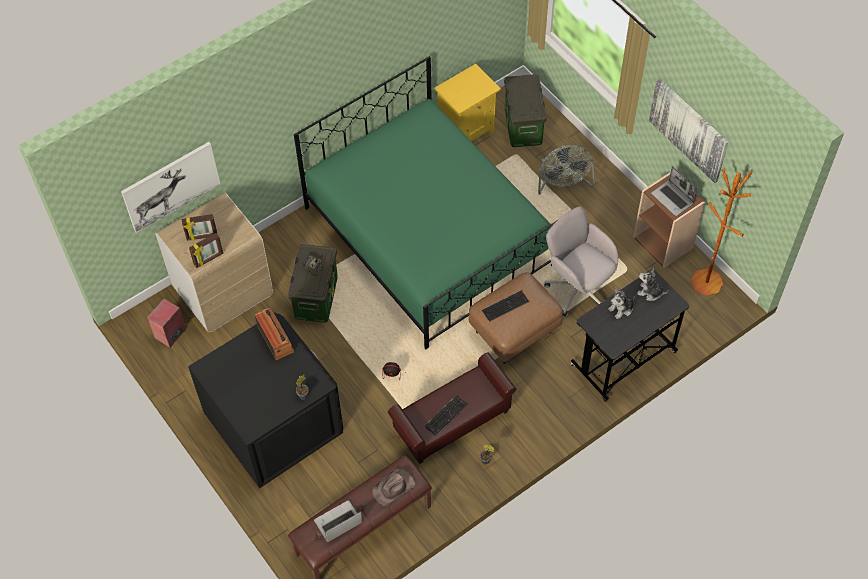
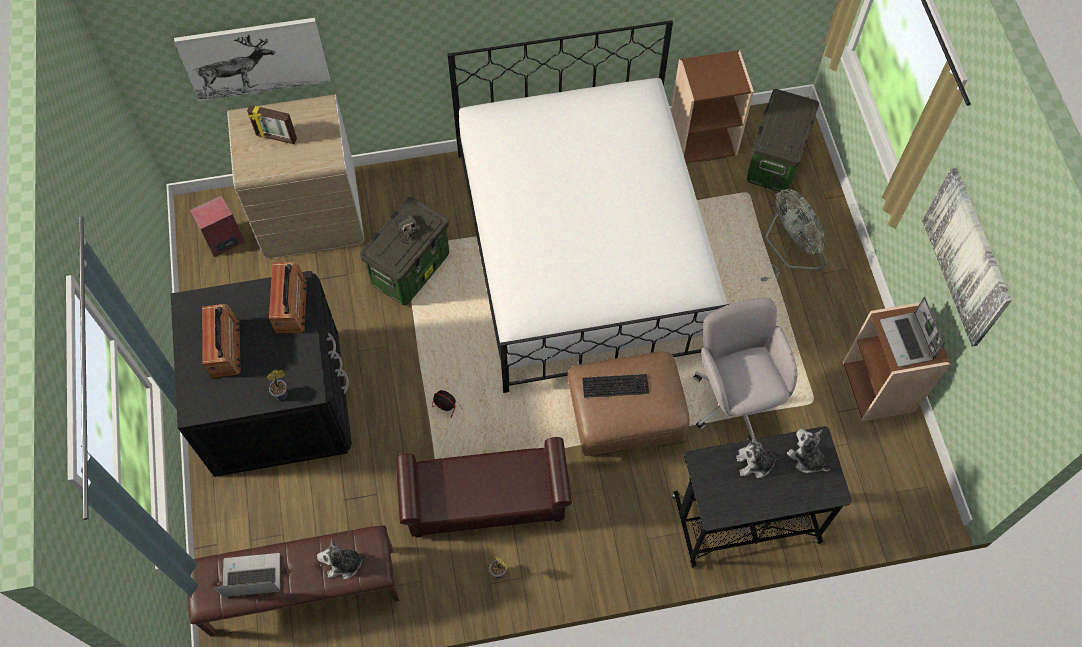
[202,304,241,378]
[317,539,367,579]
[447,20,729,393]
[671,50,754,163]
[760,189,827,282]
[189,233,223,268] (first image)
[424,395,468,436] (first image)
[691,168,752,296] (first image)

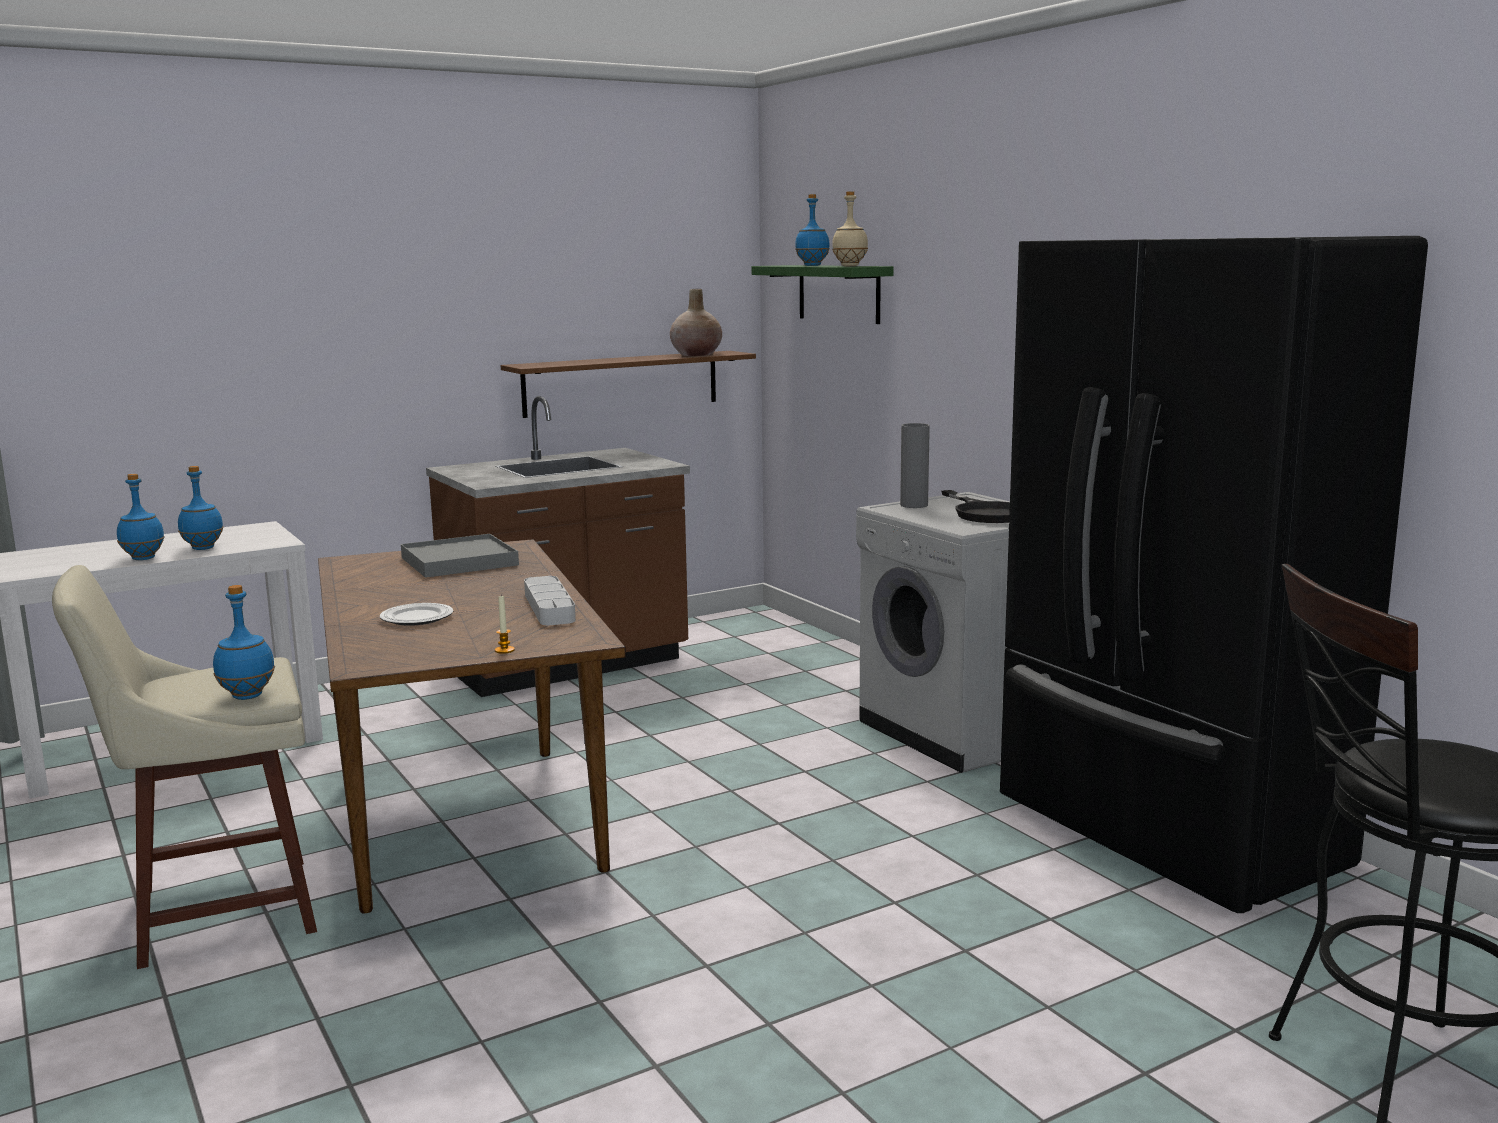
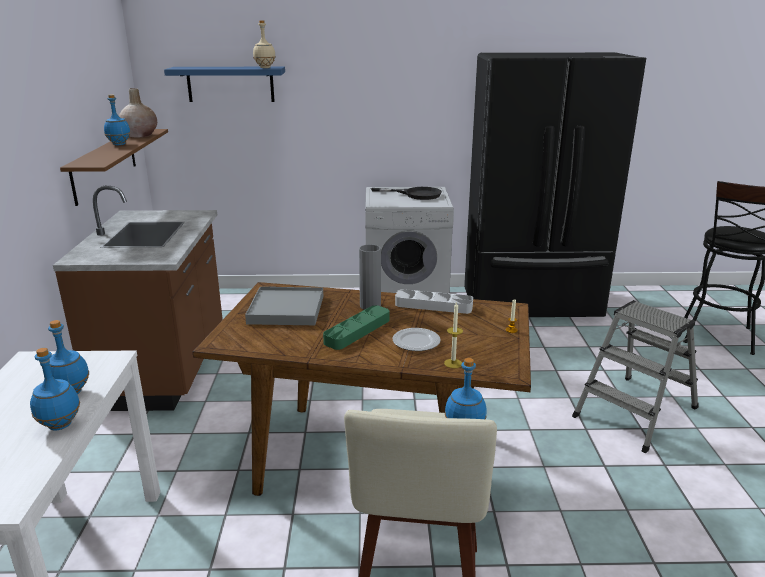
[104,95,130,145]
[164,67,285,102]
[323,305,389,350]
[359,244,381,310]
[444,301,463,368]
[572,300,699,453]

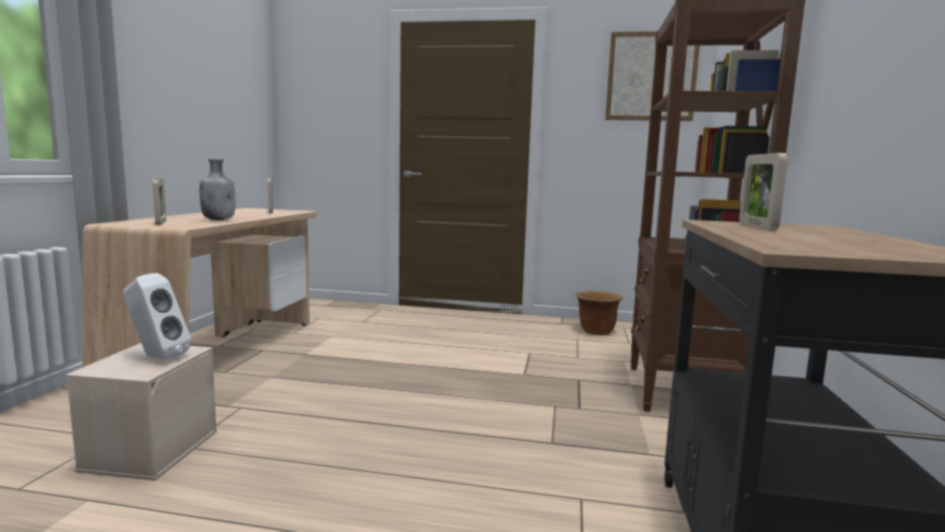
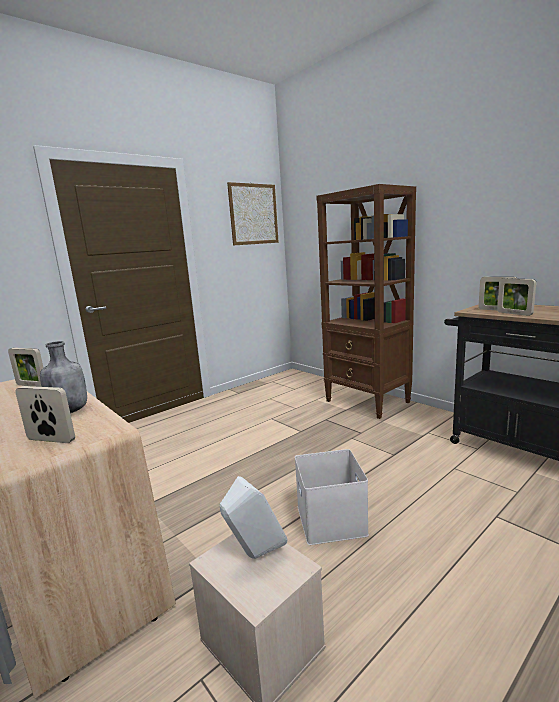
[295,449,369,545]
[497,278,536,316]
[576,291,623,335] (first image)

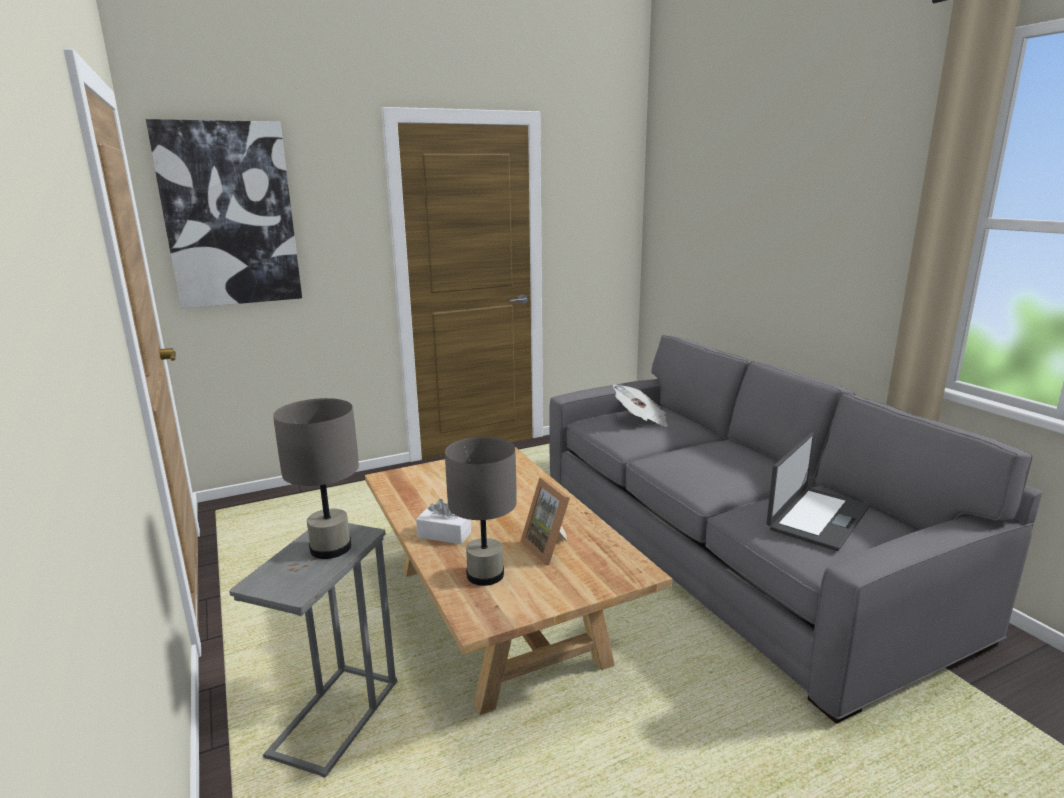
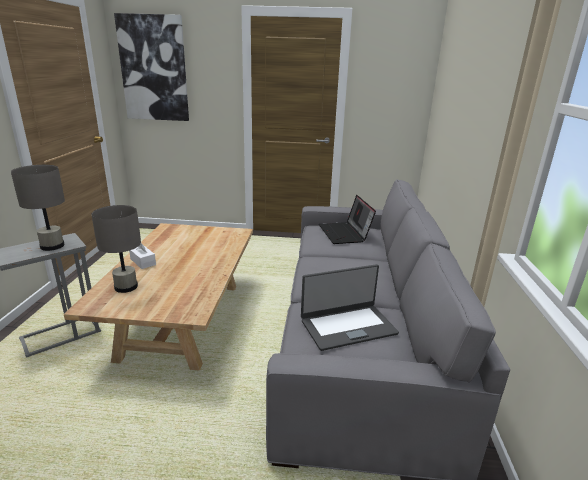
[319,195,376,244]
[521,477,570,565] (first image)

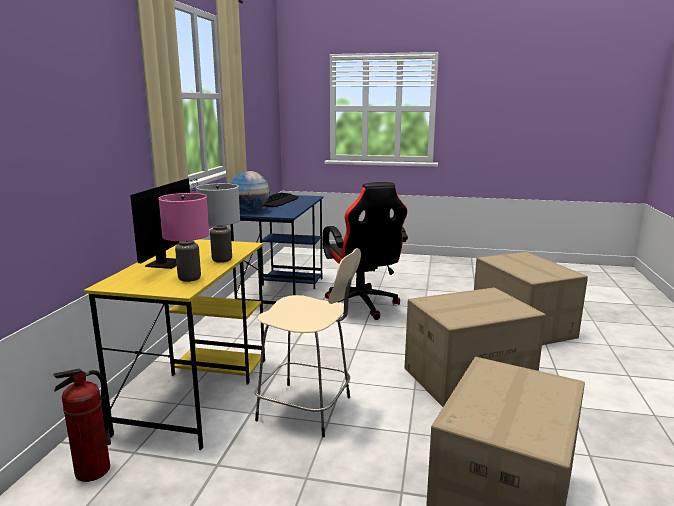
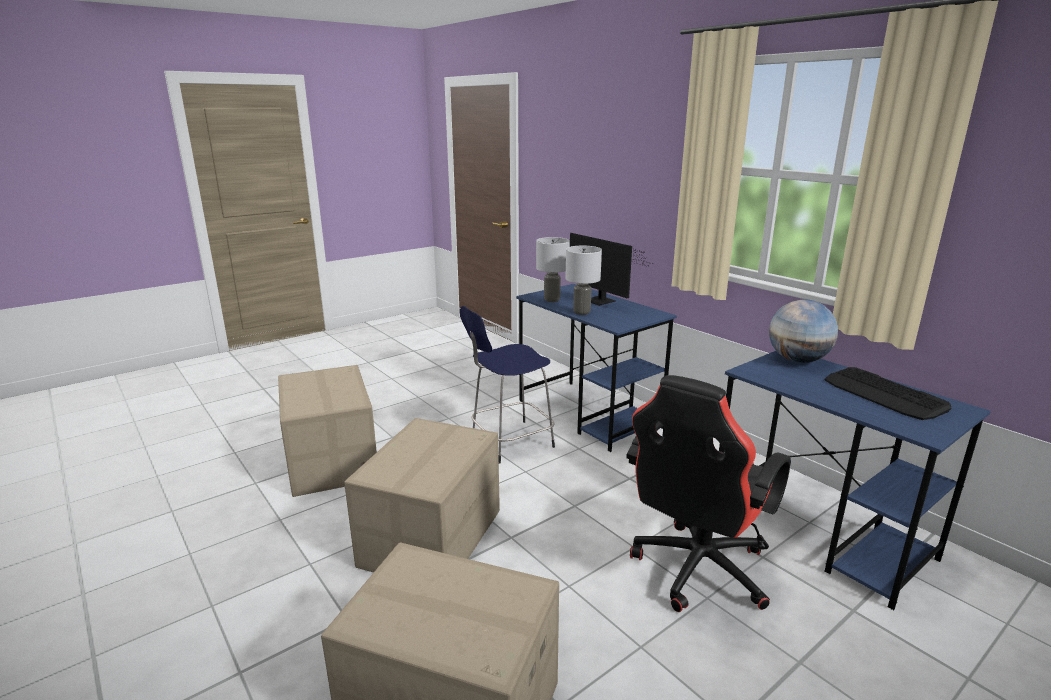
[460,306,555,464]
[516,284,677,452]
[536,237,570,302]
[626,375,791,612]
[53,369,111,482] (first image)

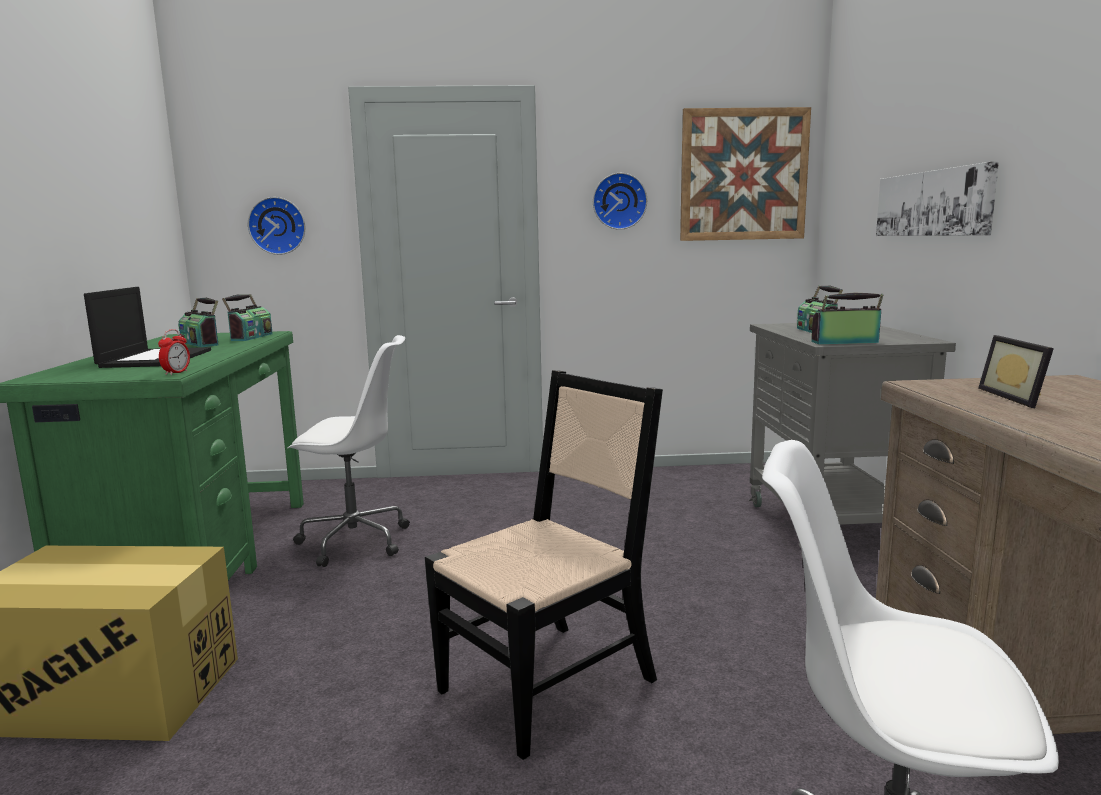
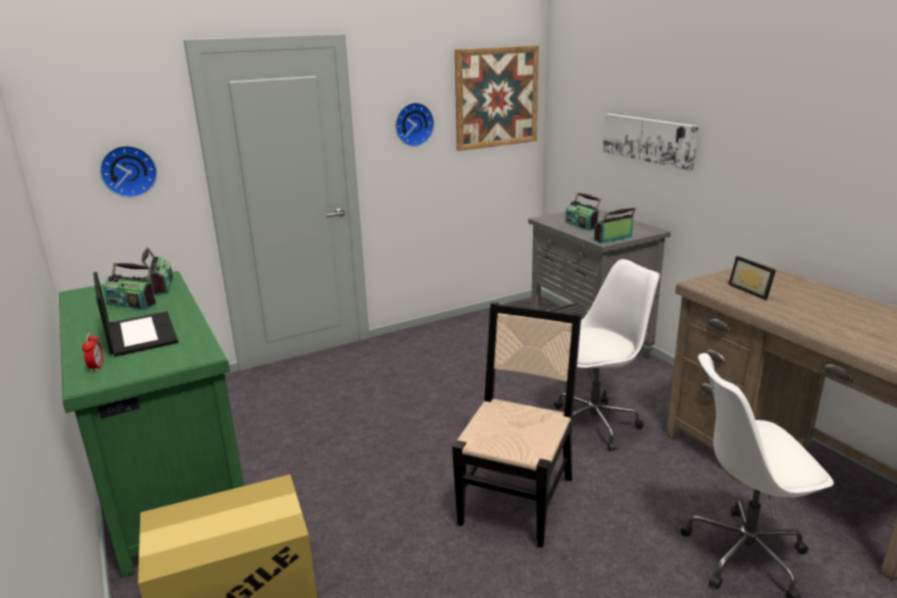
[82,333,103,372]
[554,259,660,451]

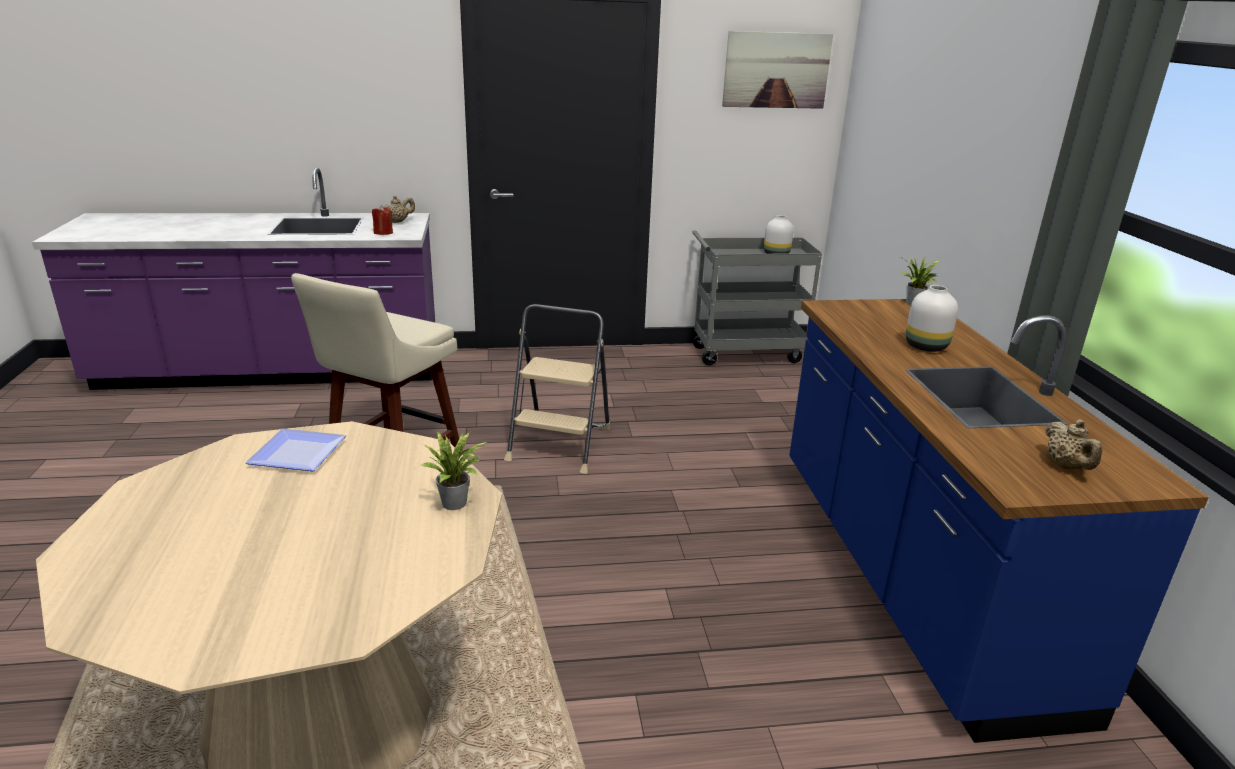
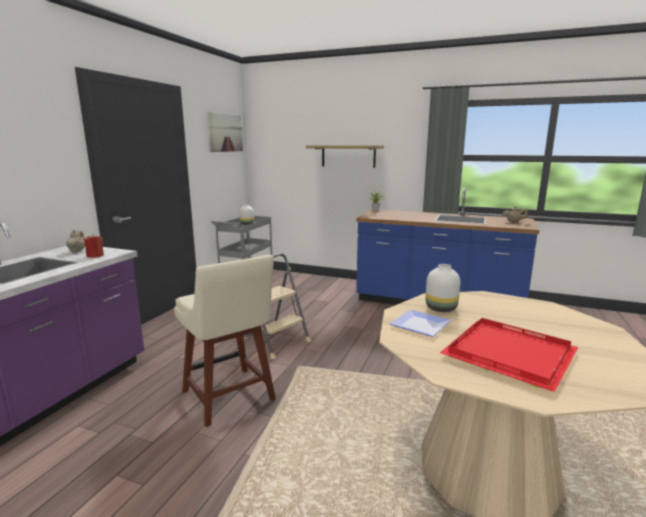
[306,145,384,168]
[426,264,460,312]
[440,318,578,392]
[422,432,487,510] (first image)

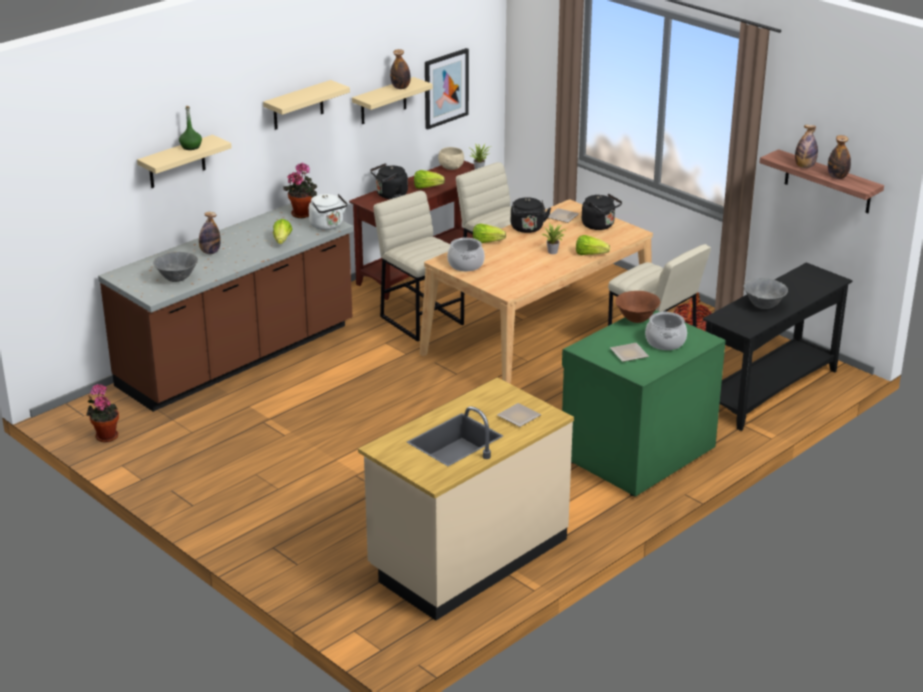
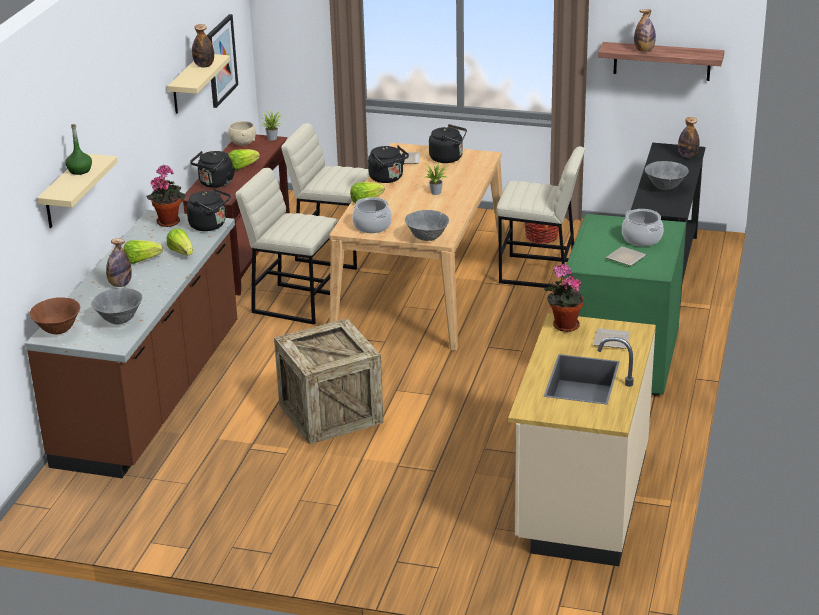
[30,297,80,335]
[123,240,163,264]
[187,188,231,231]
[274,318,384,444]
[405,210,449,241]
[544,264,584,332]
[678,117,699,158]
[263,80,350,130] (first image)

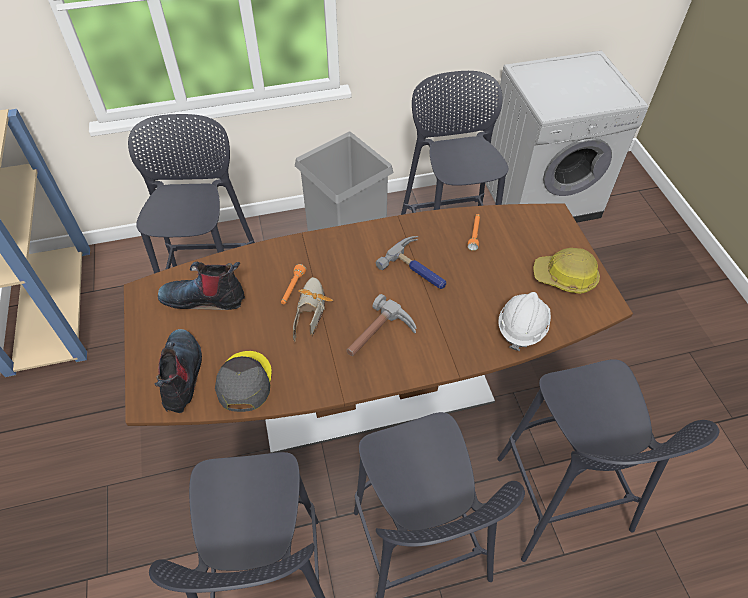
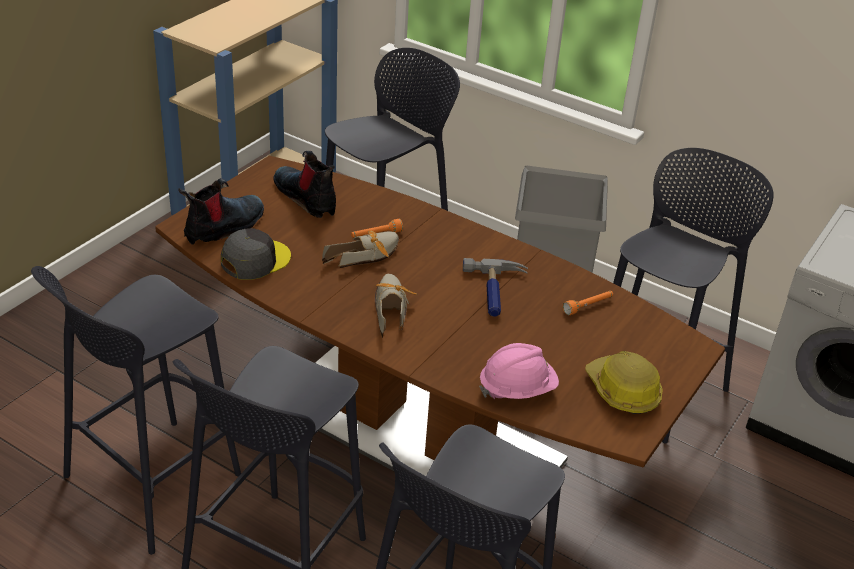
[375,274,417,338]
[479,343,559,399]

